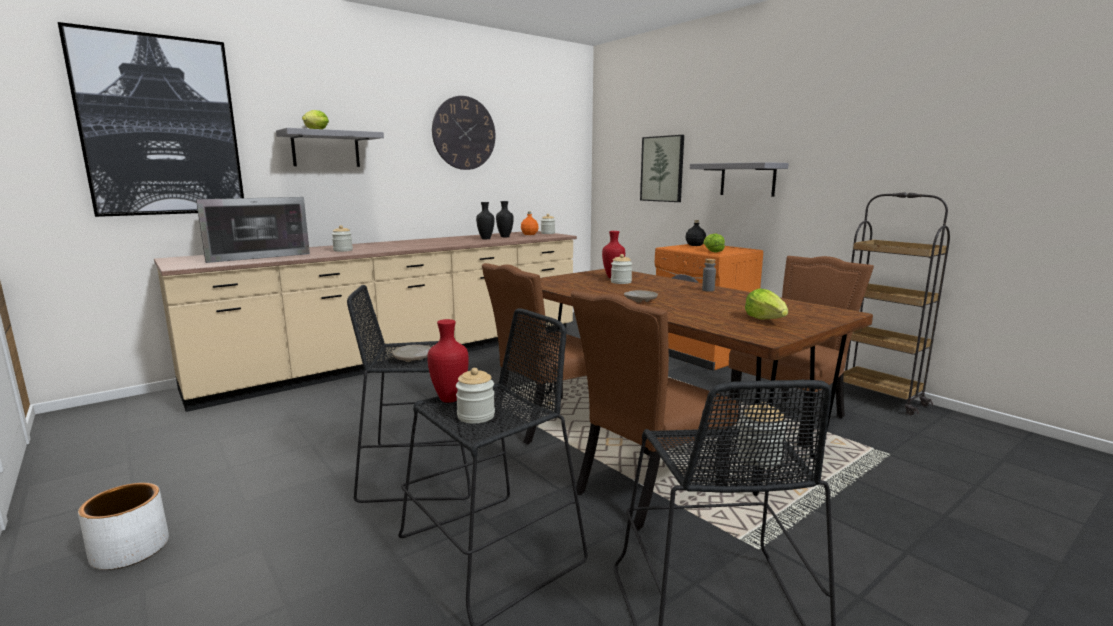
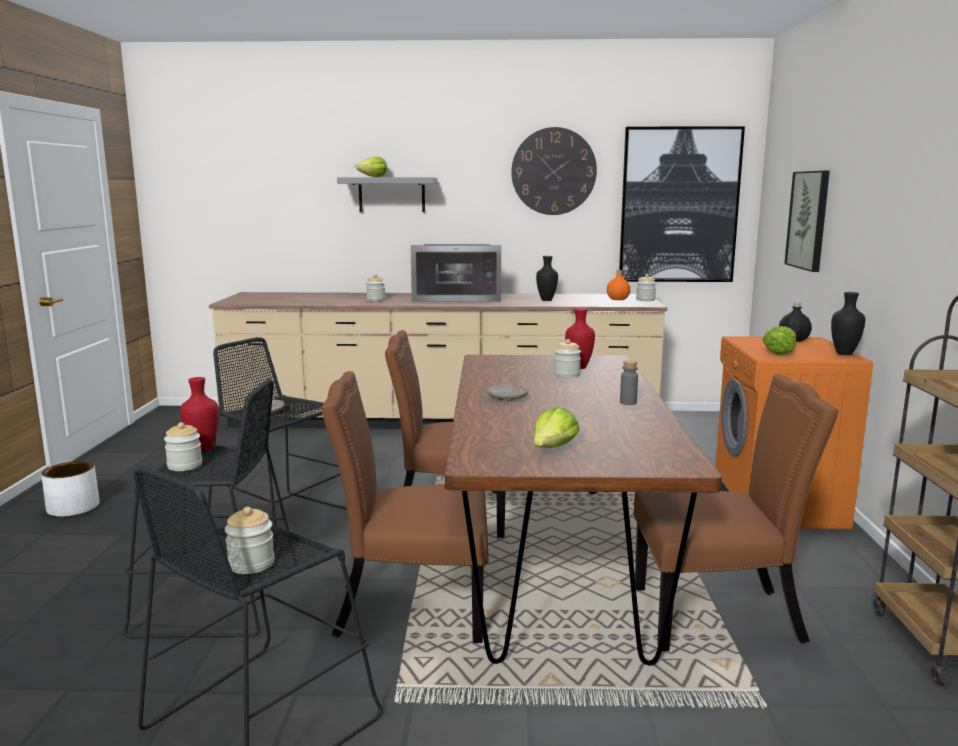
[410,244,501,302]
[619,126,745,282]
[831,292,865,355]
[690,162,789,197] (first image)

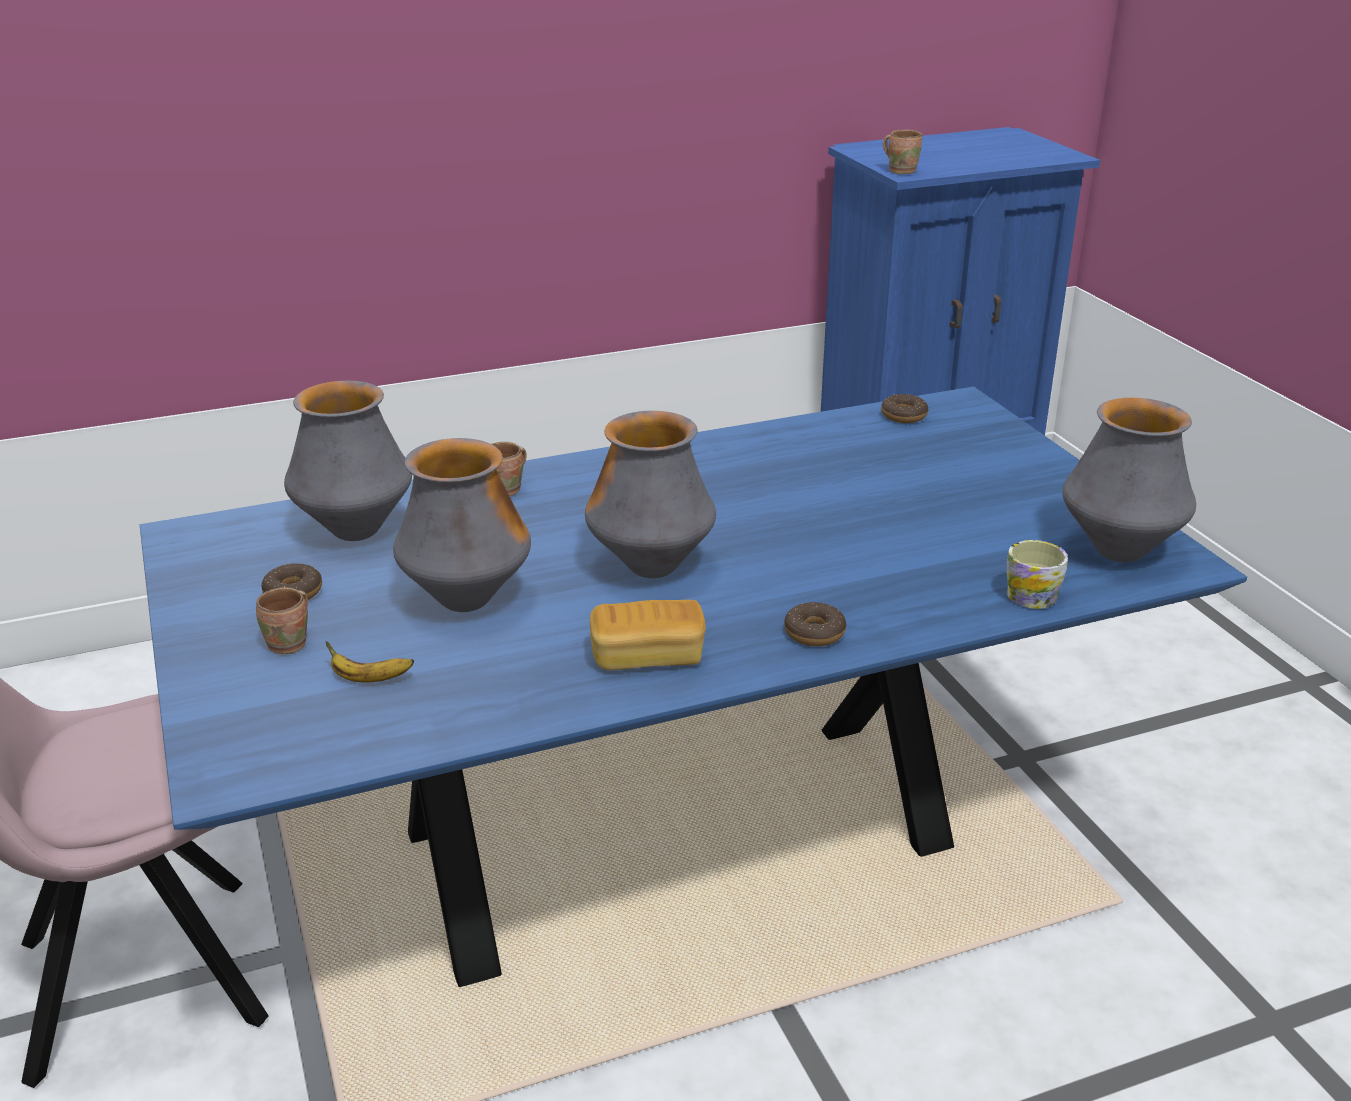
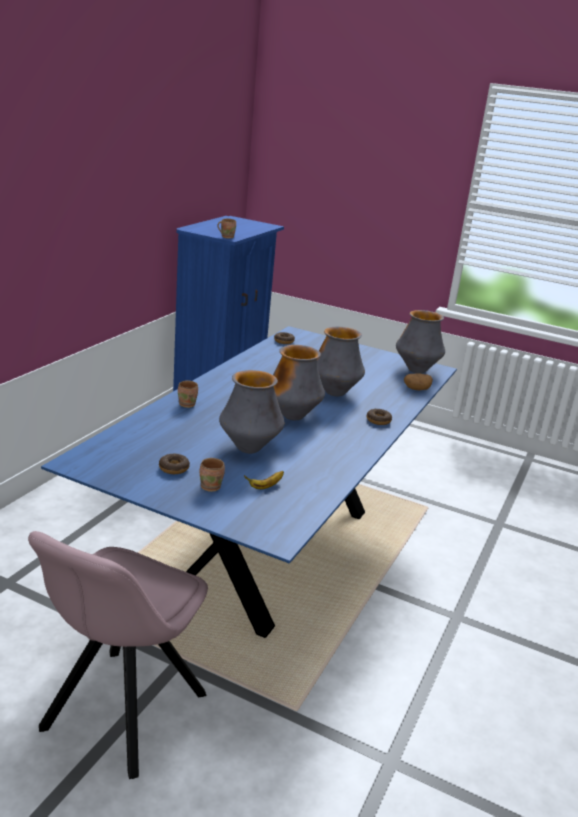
[317,327,365,396]
[404,373,433,390]
[590,600,706,670] (first image)

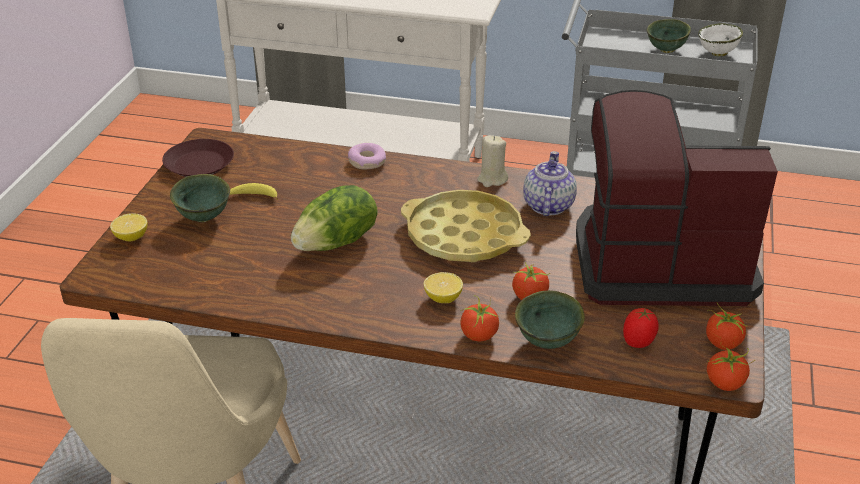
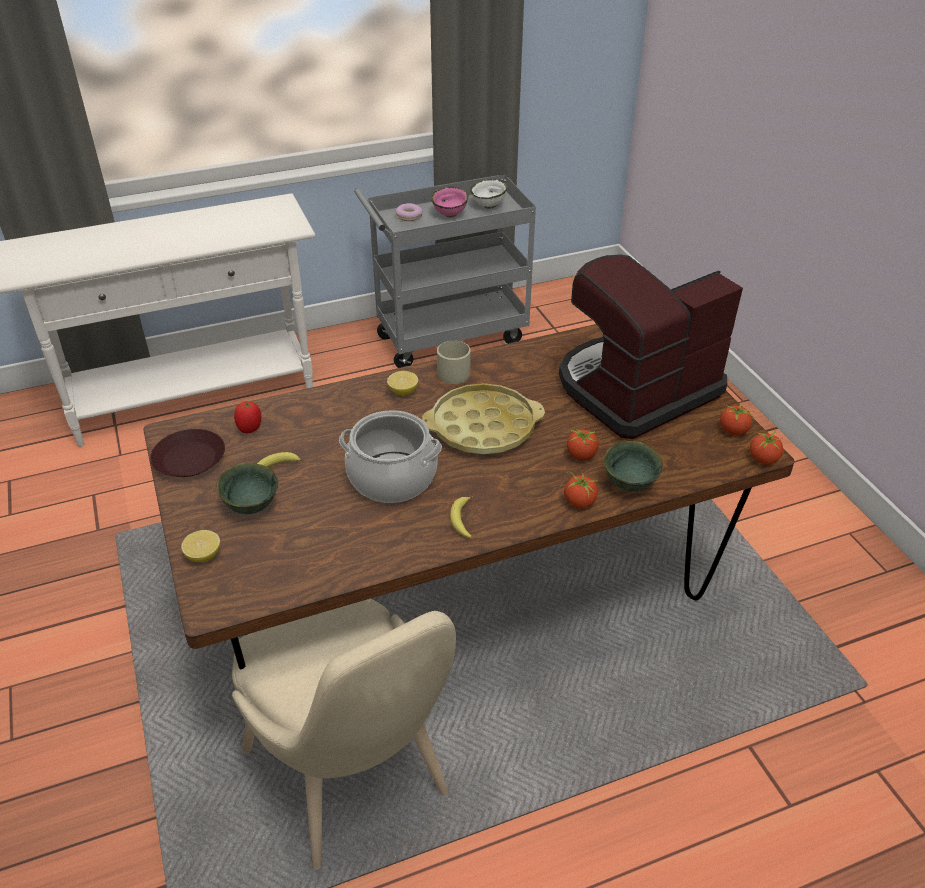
[234,401,261,433]
[339,410,442,503]
[387,371,418,395]
[395,203,423,221]
[431,186,469,217]
[437,341,471,384]
[450,496,473,538]
[523,151,577,216] (first image)

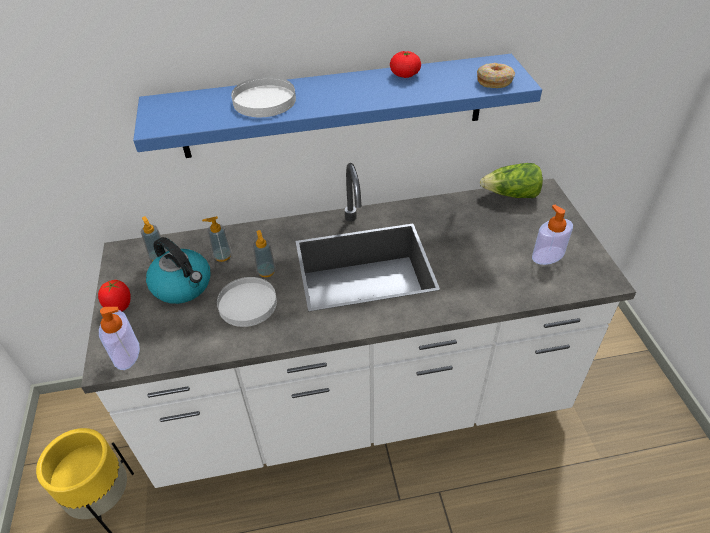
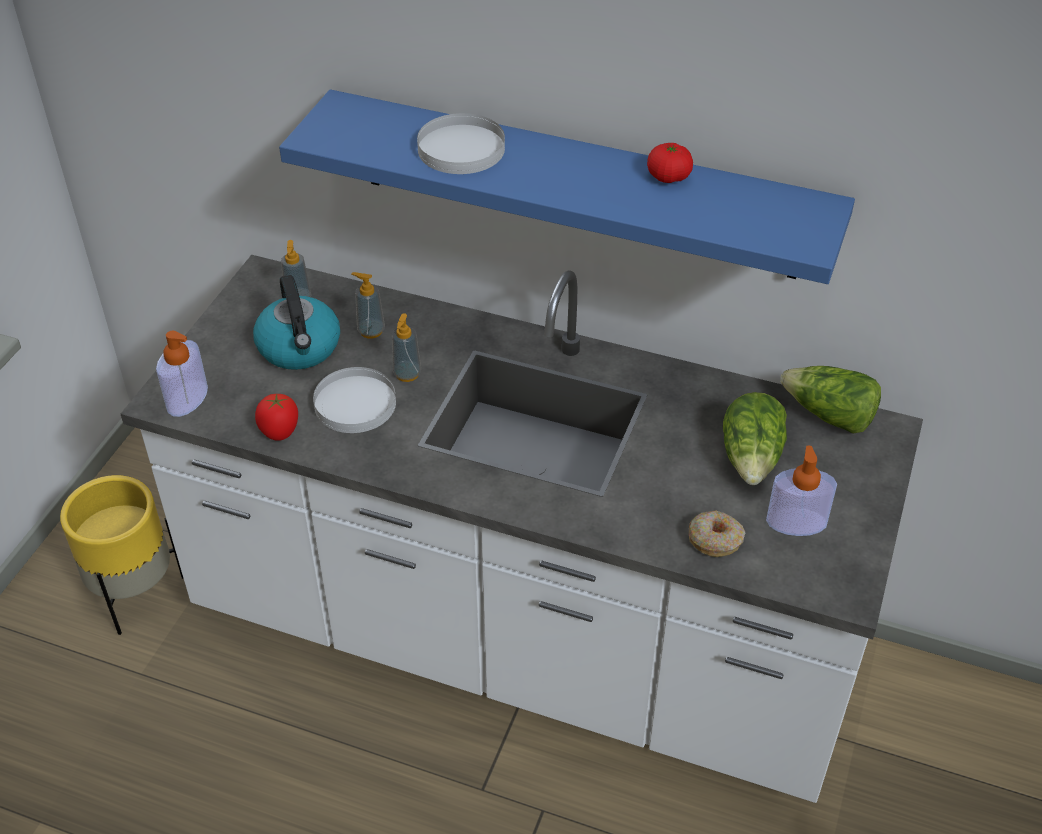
[255,394,298,441]
[689,511,746,557]
[723,392,787,485]

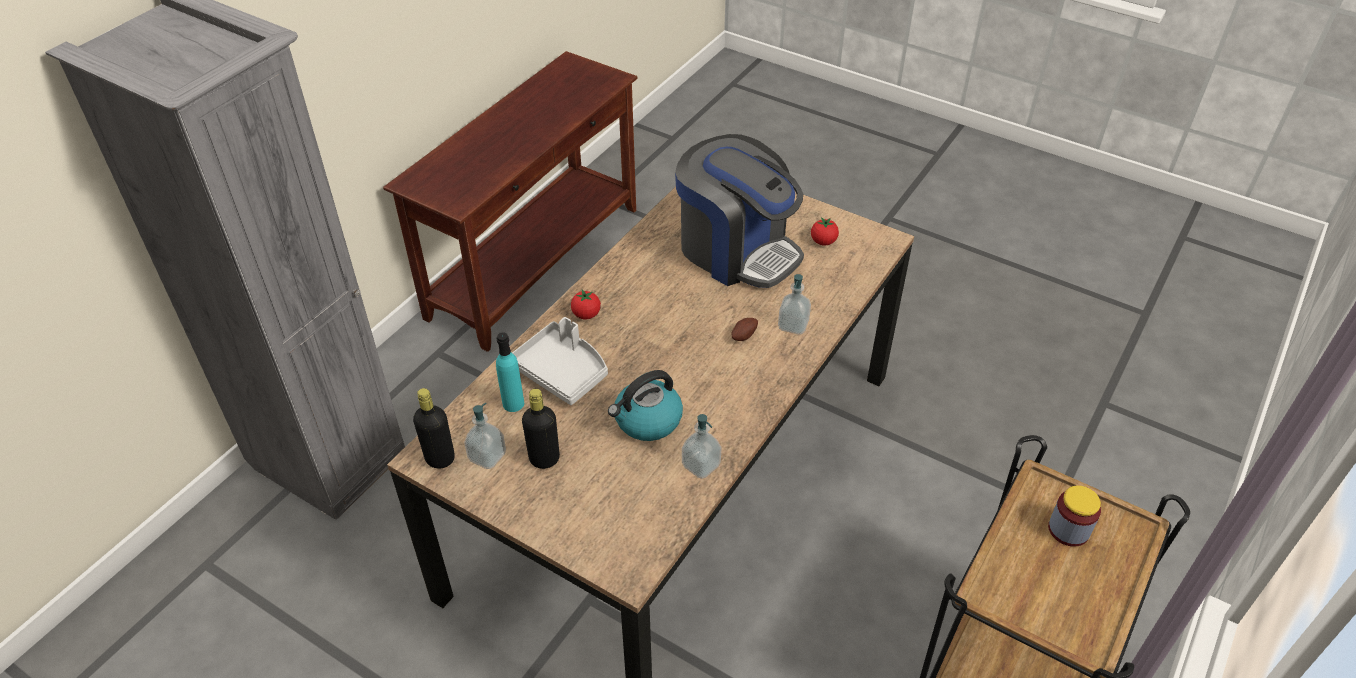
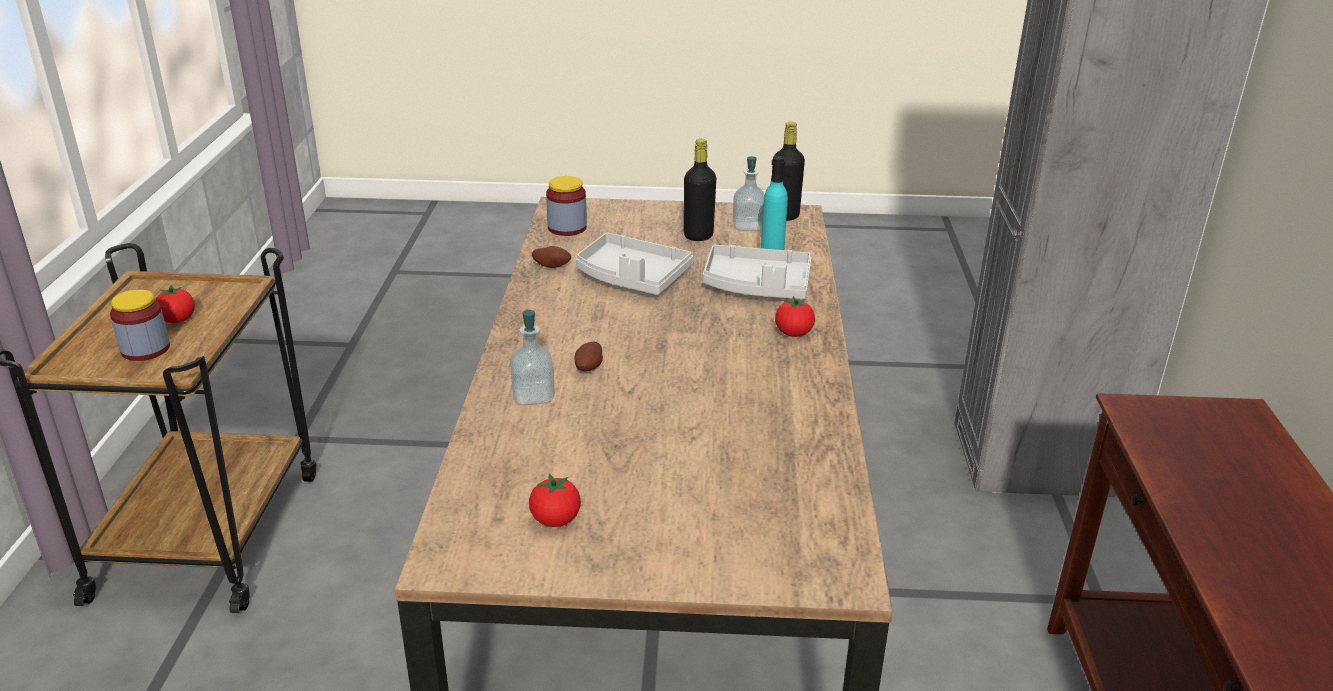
[156,285,195,323]
[532,246,571,268]
[546,176,587,236]
[576,233,693,295]
[675,134,804,288] (first image)

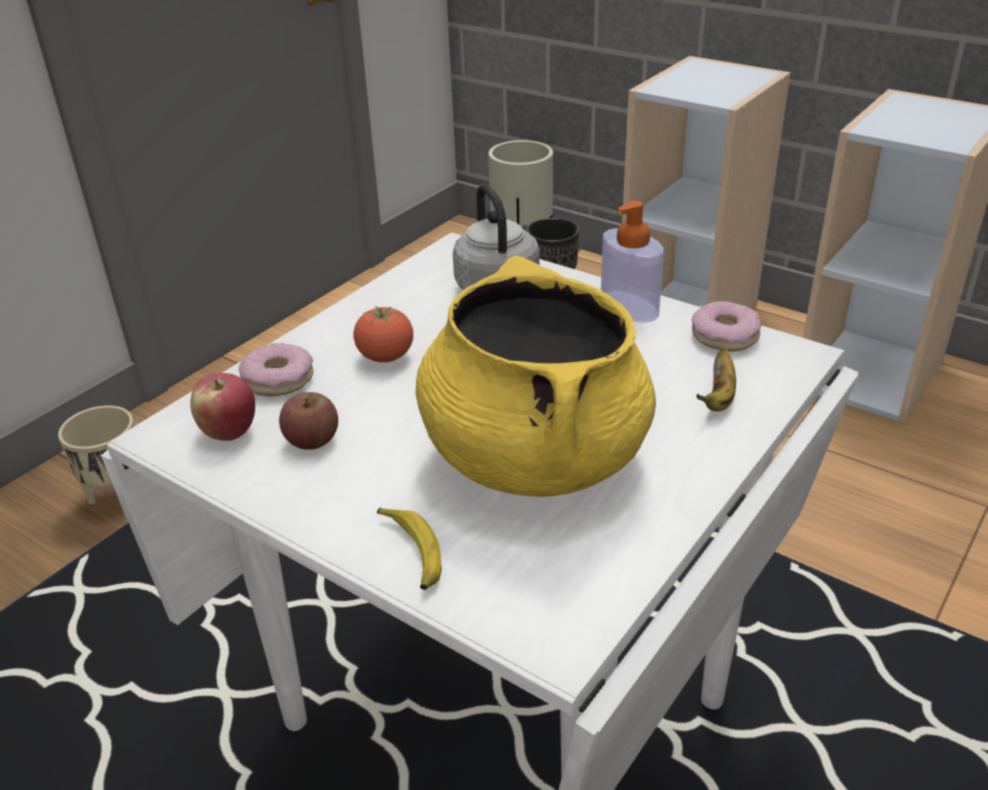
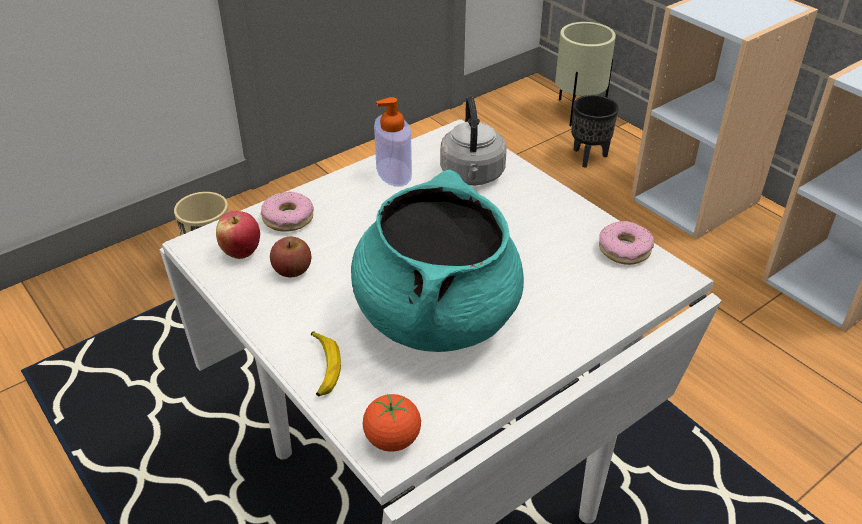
[351,170,524,352]
[363,394,421,452]
[374,97,412,187]
[696,349,736,411] (first image)

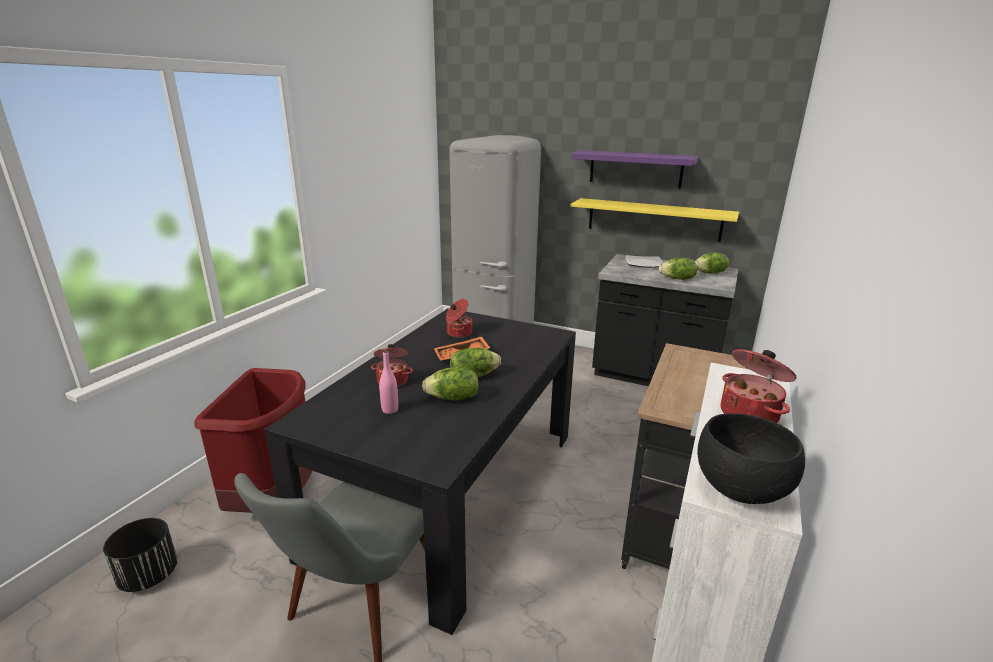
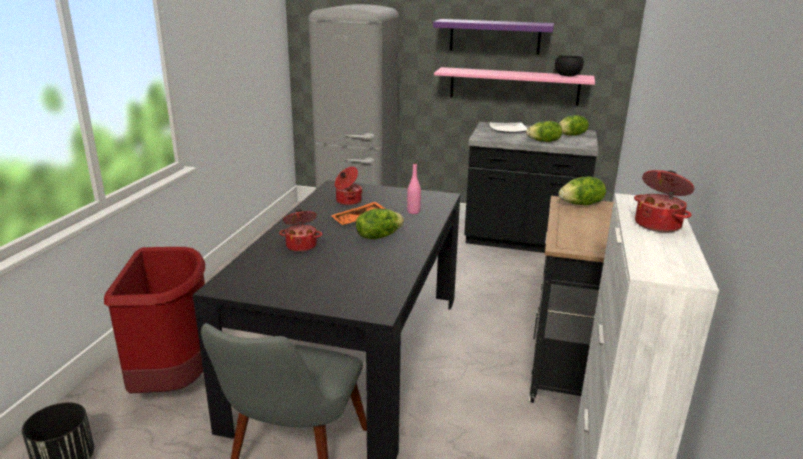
[407,162,421,214]
[434,67,595,106]
[555,56,584,76]
[558,176,606,205]

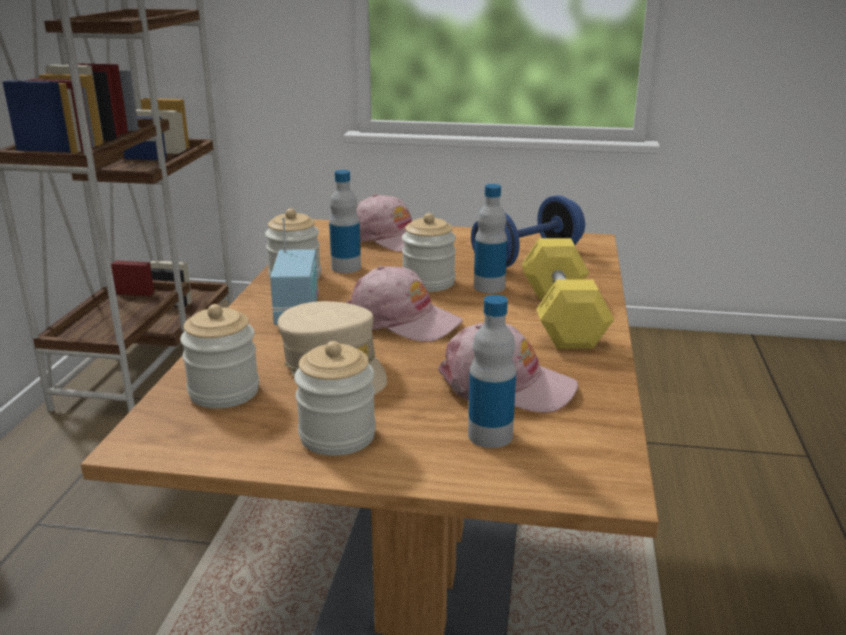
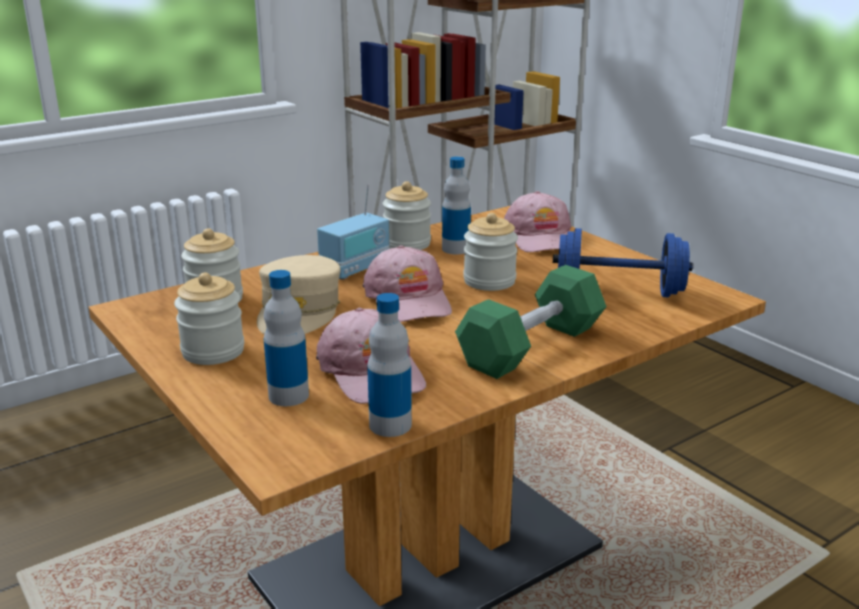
[367,293,412,437]
[455,265,607,379]

